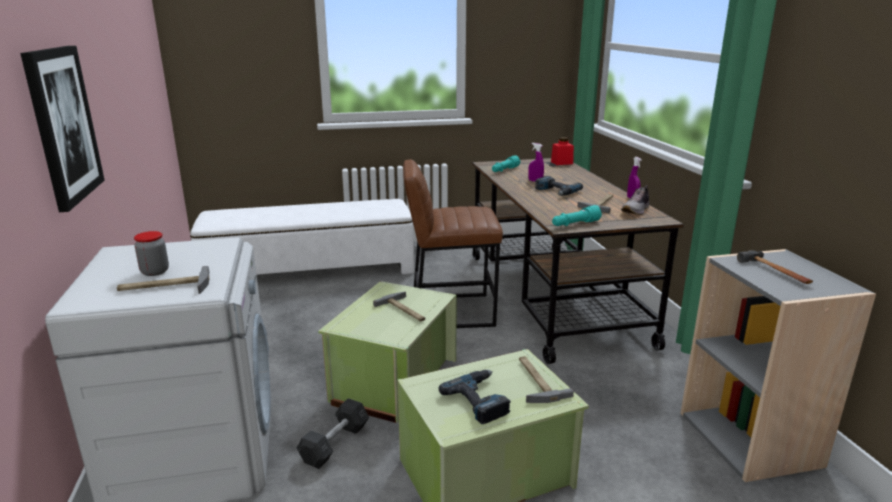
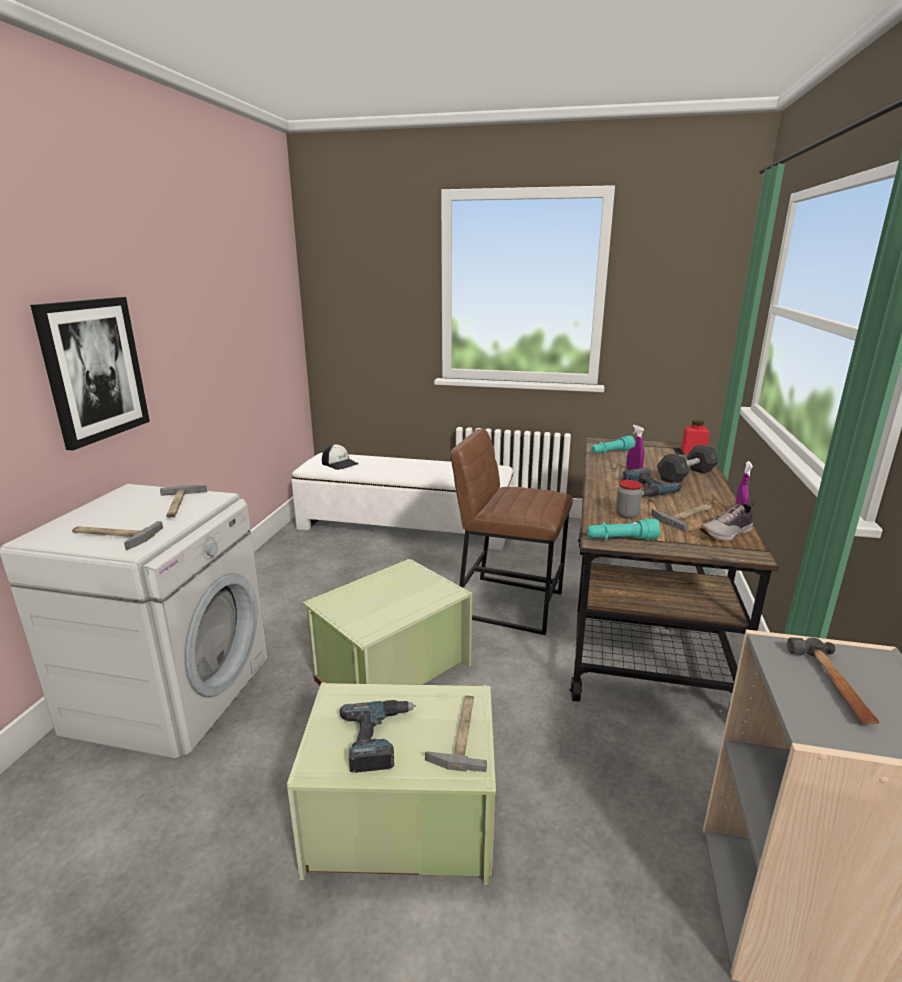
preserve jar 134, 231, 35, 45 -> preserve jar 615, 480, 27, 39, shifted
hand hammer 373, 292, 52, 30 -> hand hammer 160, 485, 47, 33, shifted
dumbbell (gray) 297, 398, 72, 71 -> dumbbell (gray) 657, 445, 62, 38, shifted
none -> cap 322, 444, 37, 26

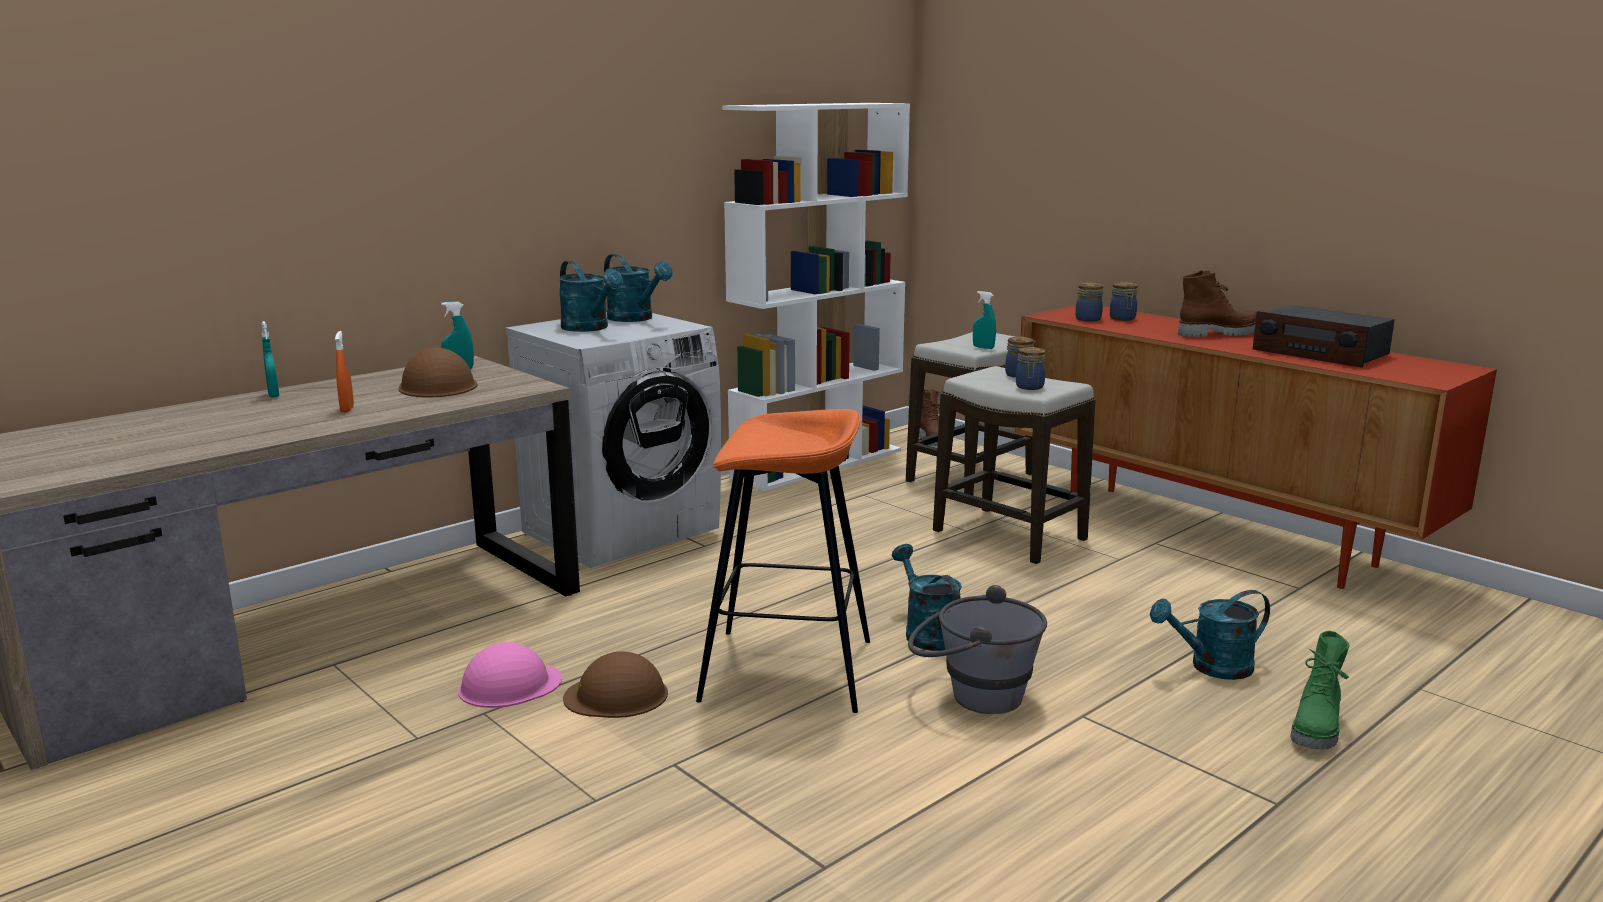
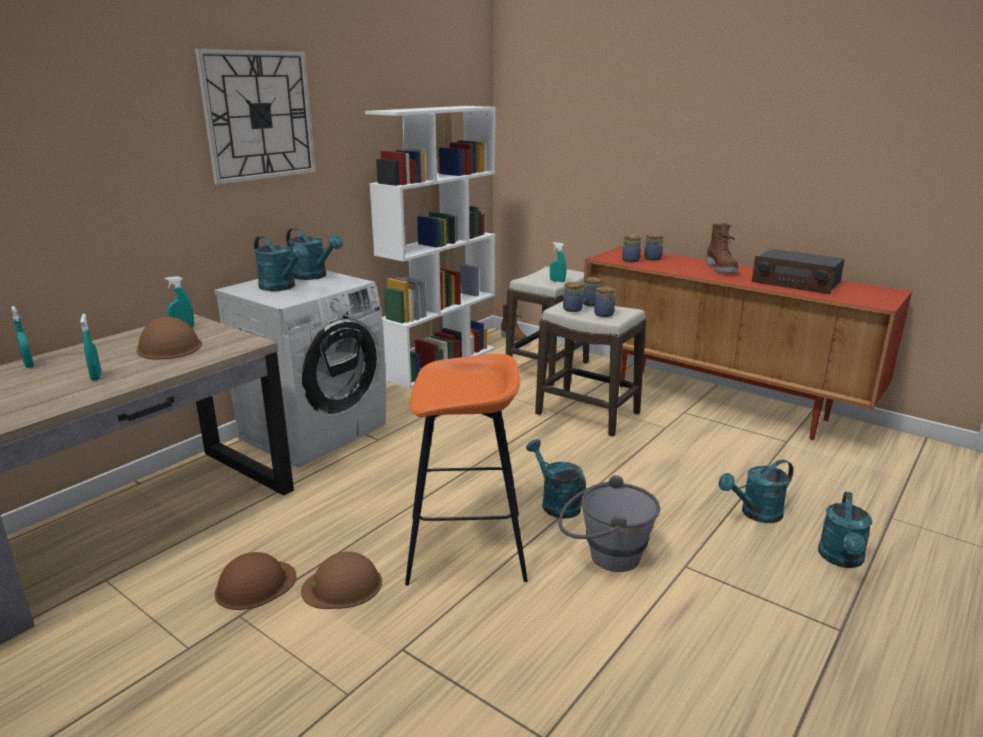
boot (brown) 1178, 270, 79, 67 -> boot (brown) 706, 223, 33, 50, 105 degrees clockwise
sprayer (orange) 335, 331, 19, 82 -> sprayer (turquoise-coloured) 80, 314, 21, 67
boot (greenish) 1290, 631, 60, 119 -> sprinkling can (turquoise-coloured) 818, 491, 54, 77
work helmet (pinkish) 458, 642, 104, 66 -> work helmet (brown) 214, 552, 82, 58
none -> wall clock 195, 48, 121, 137
none -> preserve jar 563, 282, 21, 30

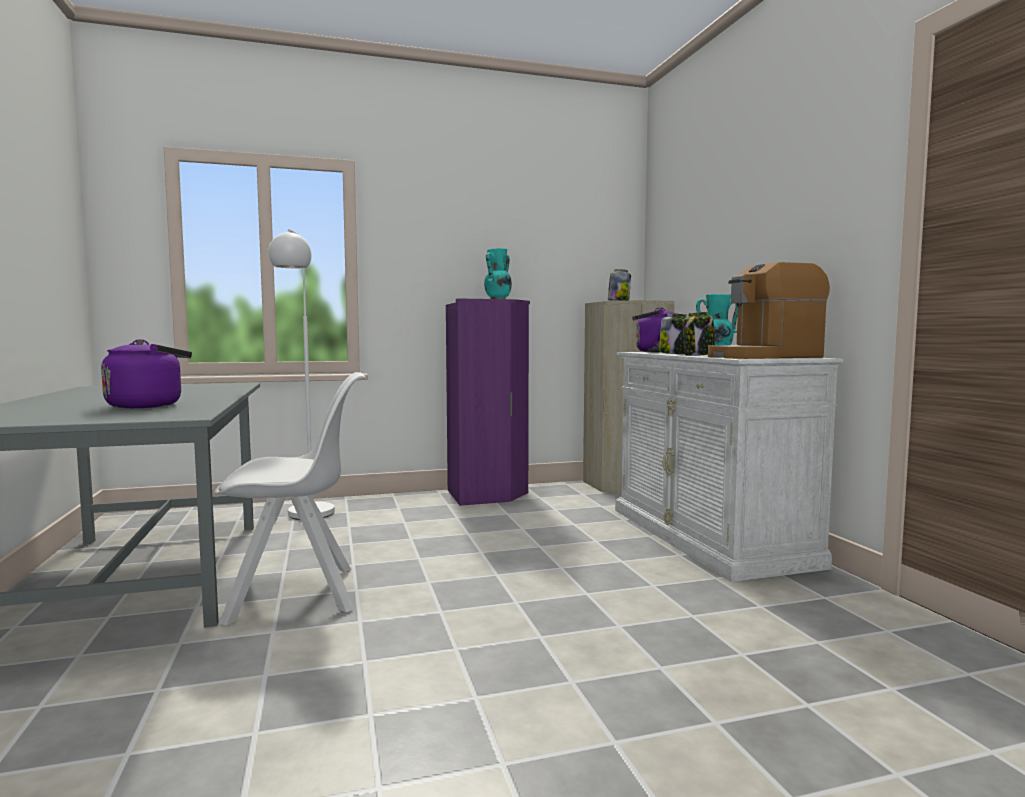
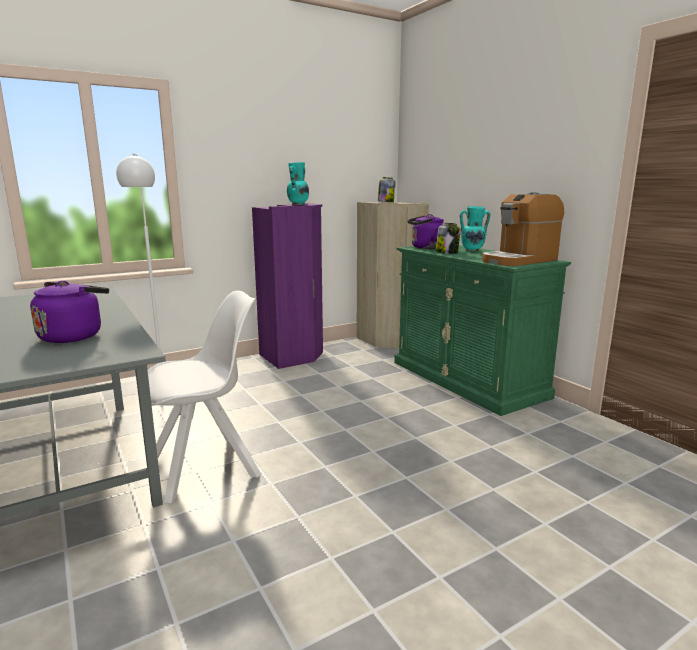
preserve jar 683, 312, 32, 44 -> none
drawer chest (white-coloured) 615, 352, 228, 230 -> drawer chest (greenish) 394, 245, 177, 171

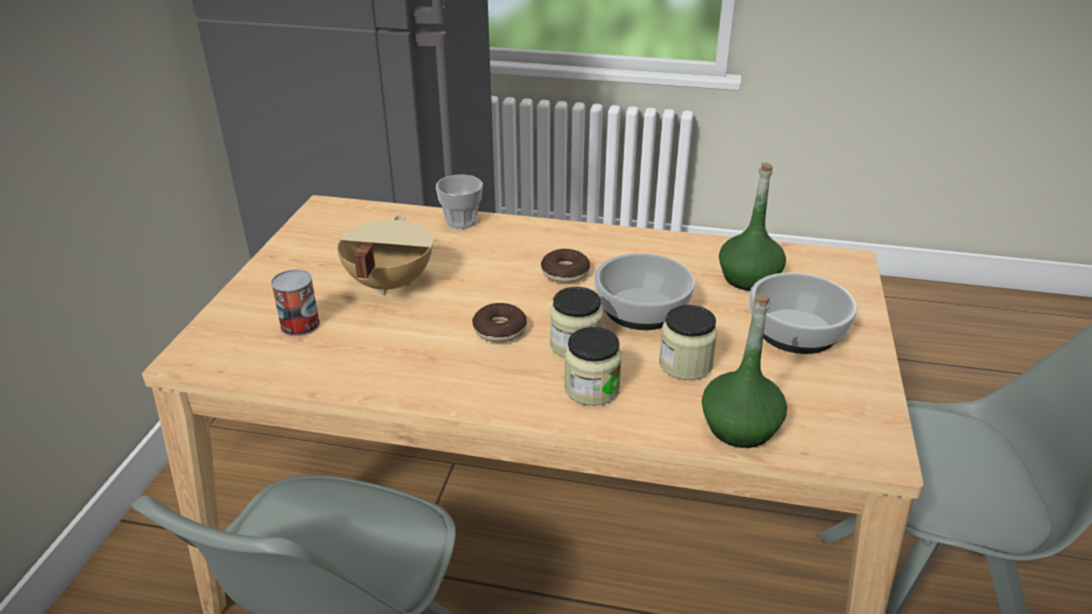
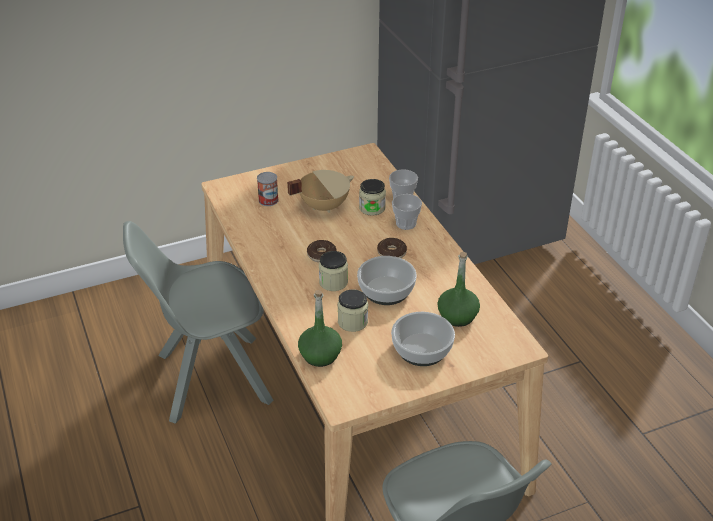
preserve jar 564, 327, 58, 79 -> preserve jar 359, 179, 27, 37, shifted
none -> small cup 392, 194, 30, 36

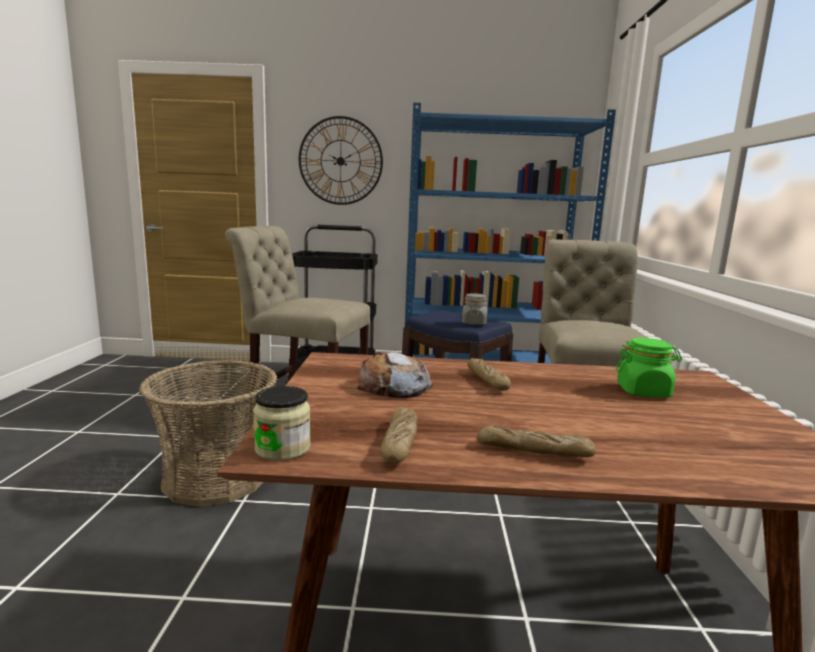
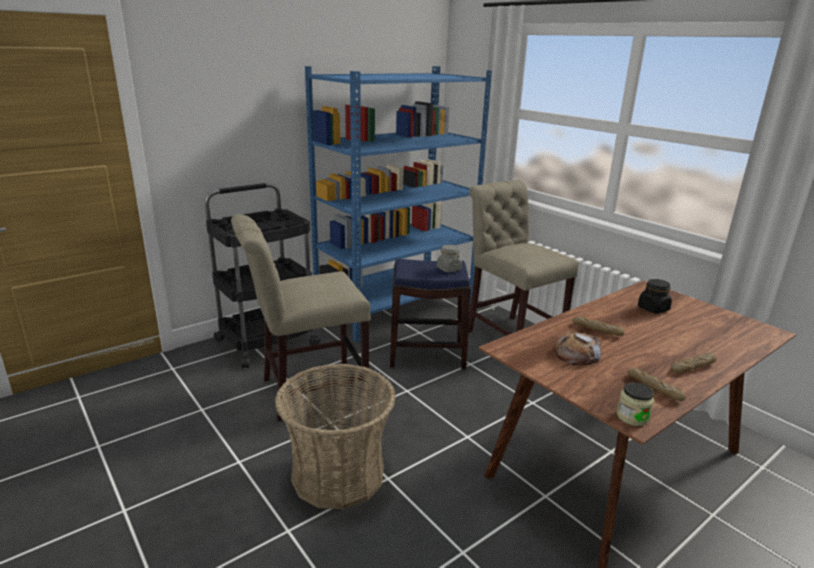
wall clock 299, 116, 84, 89 -> none
preserve jar (greenish) 616, 338, 66, 60 -> preserve jar (black-coloured) 638, 279, 34, 35

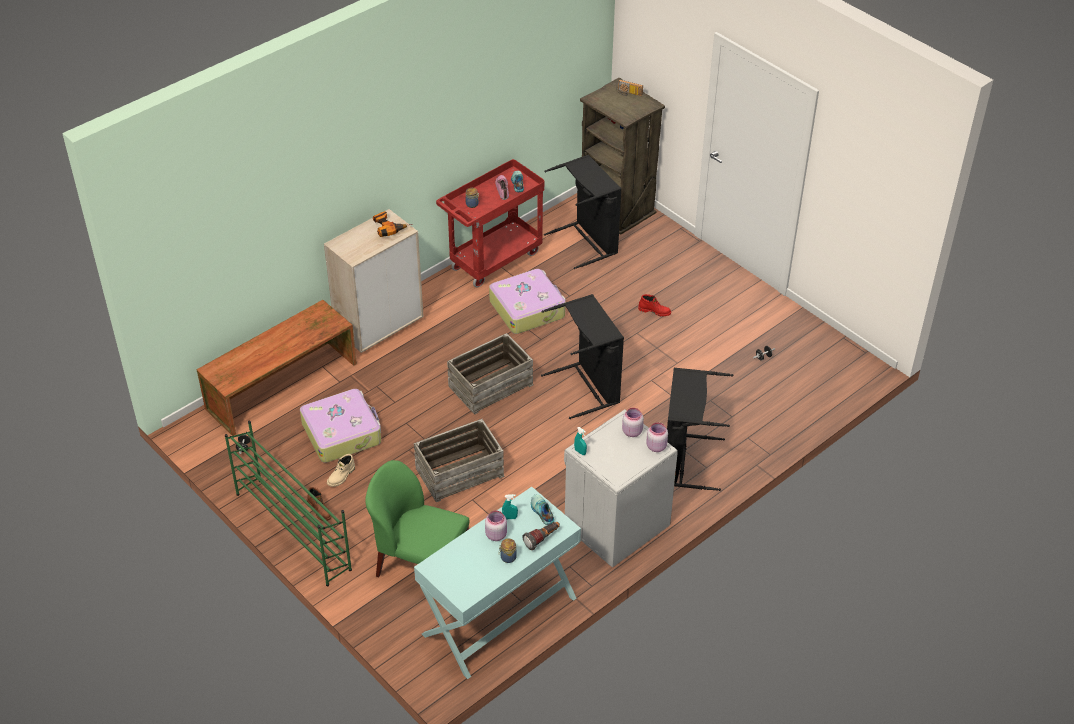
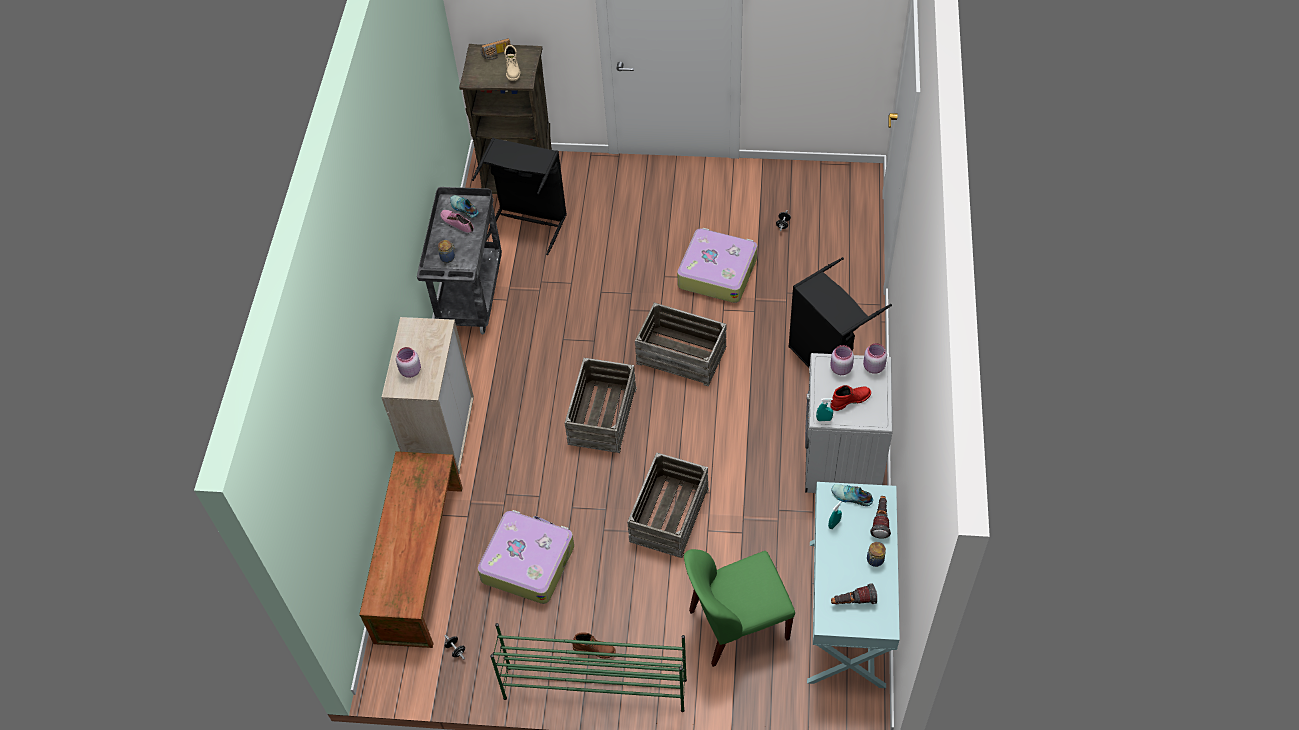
cart (red) 436, 159, 108, 128 -> cart (gray) 417, 187, 85, 147
drill 373, 211, 40, 26 -> none
suitcase 489, 269, 77, 65 -> suitcase 677, 228, 80, 75, shifted
washing basket (black-coloured) 541, 294, 83, 125 -> shipping crate 635, 303, 91, 83
boot (red) 638, 294, 33, 23 -> boot (red) 830, 385, 41, 26, shifted
boot (beige-coloured) 327, 454, 28, 33 -> boot (beige-coloured) 504, 45, 16, 36, shifted
preserve jar (pinkish) 485, 511, 22, 30 -> preserve jar (pinkish) 396, 347, 25, 31, shifted
none -> torch 831, 583, 46, 21

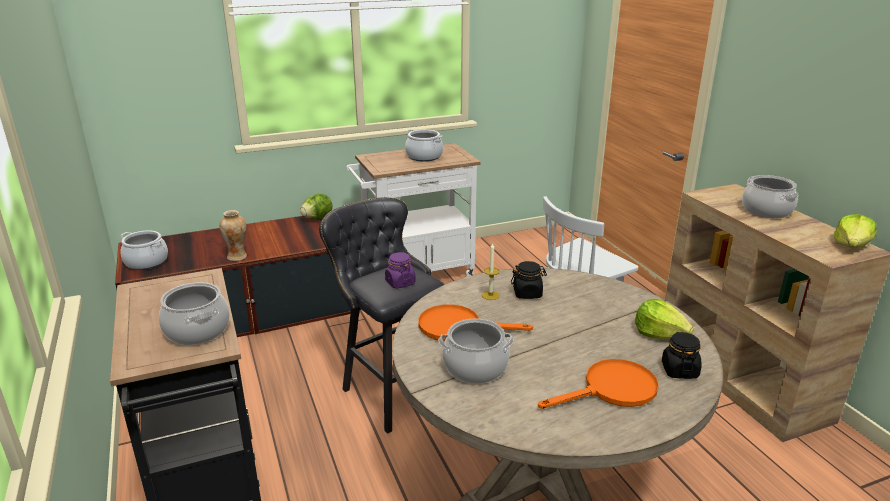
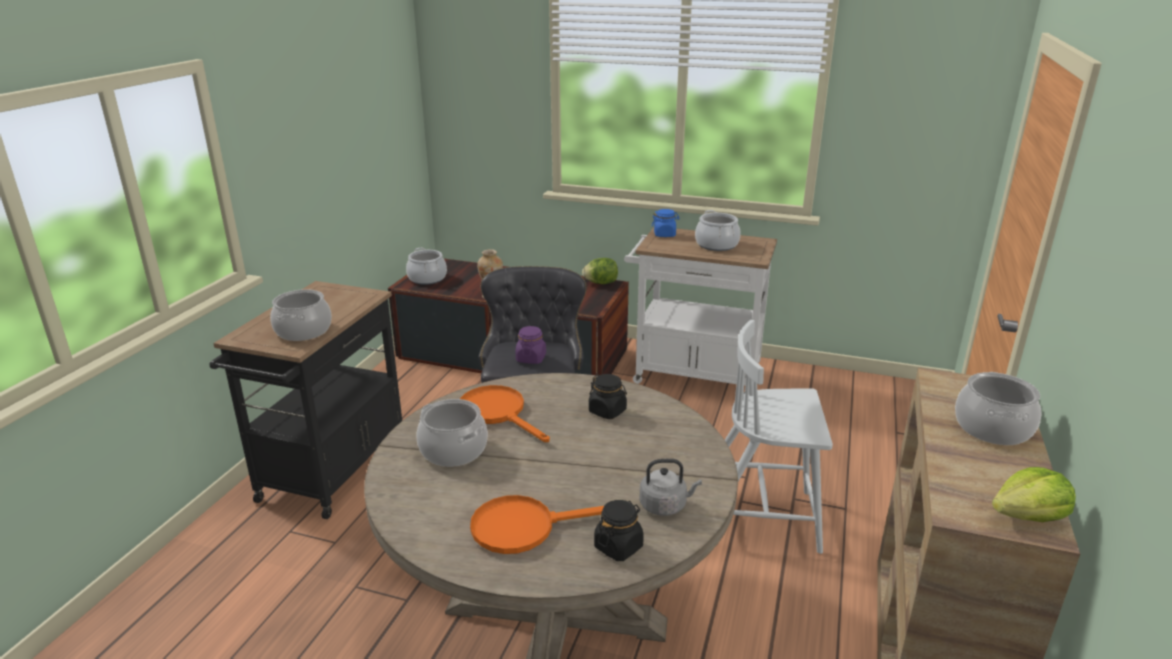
candle 482, 243, 18, 57 -> none
head of lettuce 635, 299, 59, 40 -> tea kettle (gray) 639, 459, 63, 57
pan (orange) 538, 359, 121, 50 -> pan (orange) 470, 495, 134, 59, 150 degrees clockwise
none -> preserve jar (blue-coloured) 652, 209, 28, 28

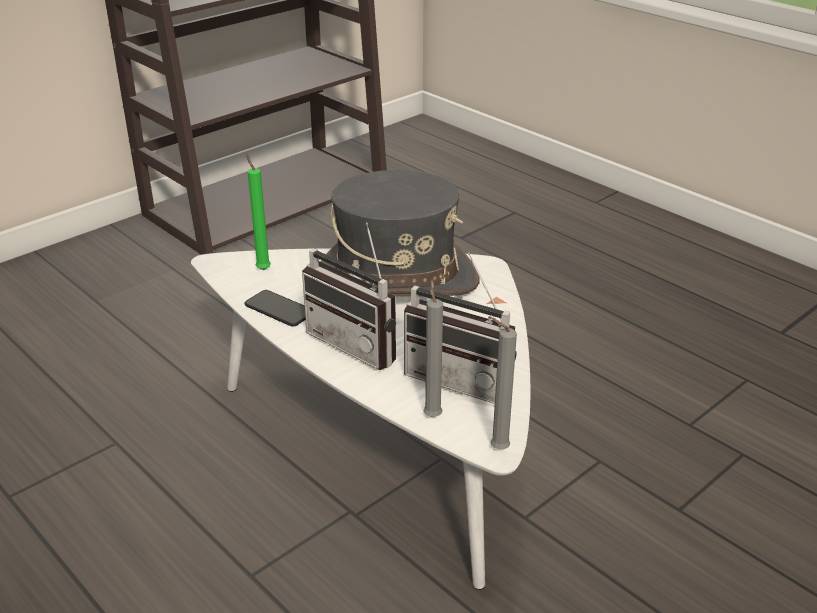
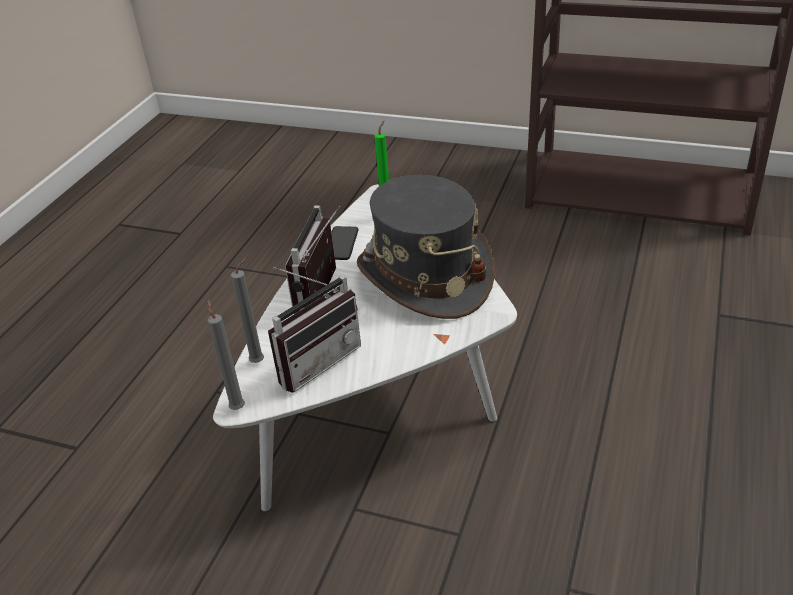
radio receiver 404, 253, 113, 151 -> radio receiver 268, 267, 93, 126, 135 degrees counterclockwise

